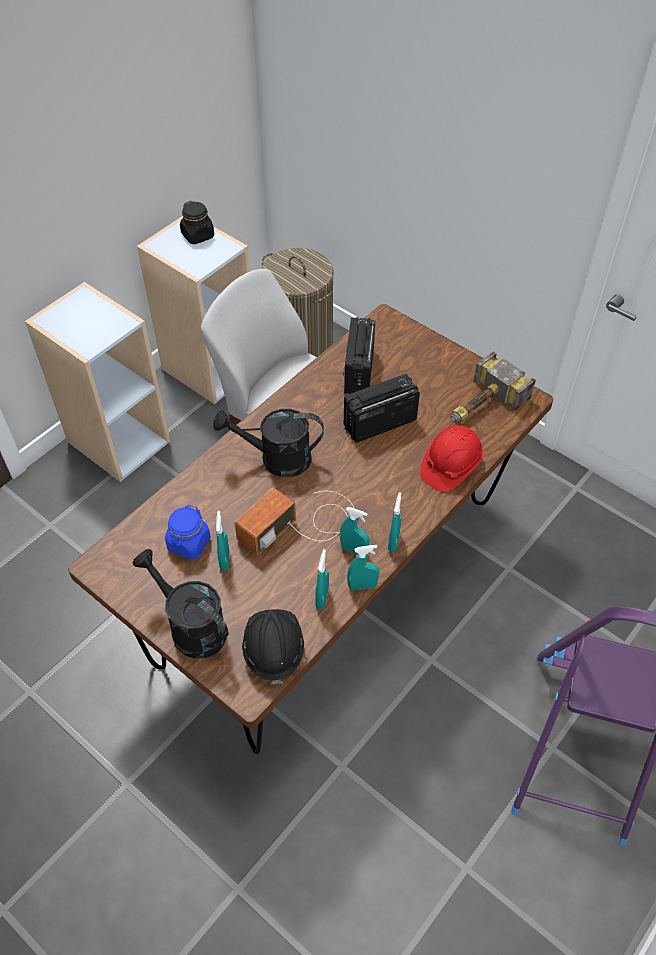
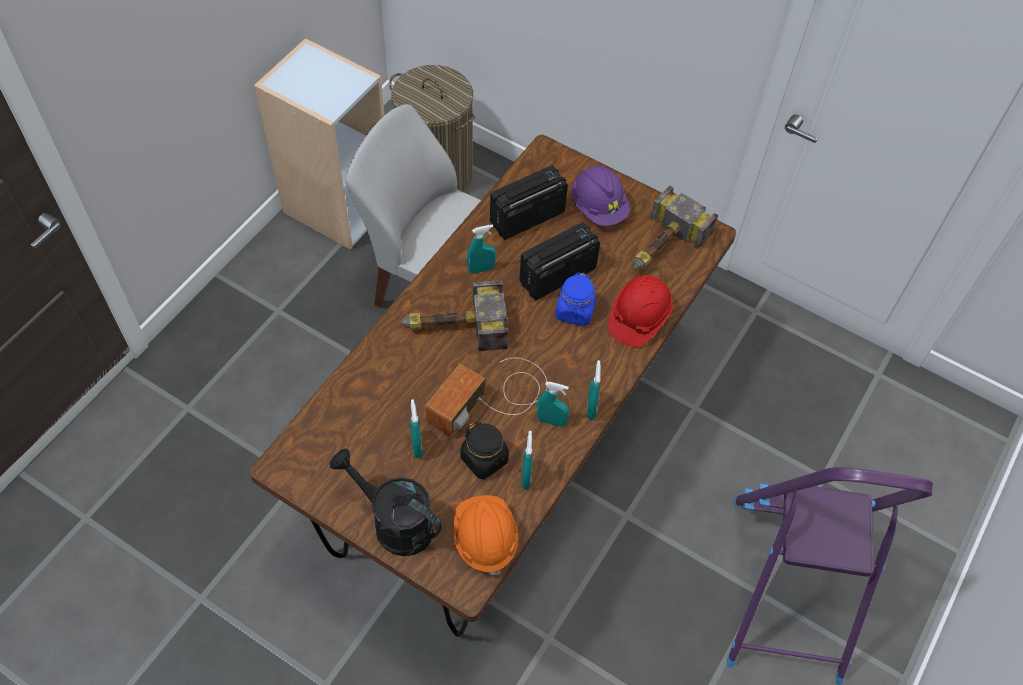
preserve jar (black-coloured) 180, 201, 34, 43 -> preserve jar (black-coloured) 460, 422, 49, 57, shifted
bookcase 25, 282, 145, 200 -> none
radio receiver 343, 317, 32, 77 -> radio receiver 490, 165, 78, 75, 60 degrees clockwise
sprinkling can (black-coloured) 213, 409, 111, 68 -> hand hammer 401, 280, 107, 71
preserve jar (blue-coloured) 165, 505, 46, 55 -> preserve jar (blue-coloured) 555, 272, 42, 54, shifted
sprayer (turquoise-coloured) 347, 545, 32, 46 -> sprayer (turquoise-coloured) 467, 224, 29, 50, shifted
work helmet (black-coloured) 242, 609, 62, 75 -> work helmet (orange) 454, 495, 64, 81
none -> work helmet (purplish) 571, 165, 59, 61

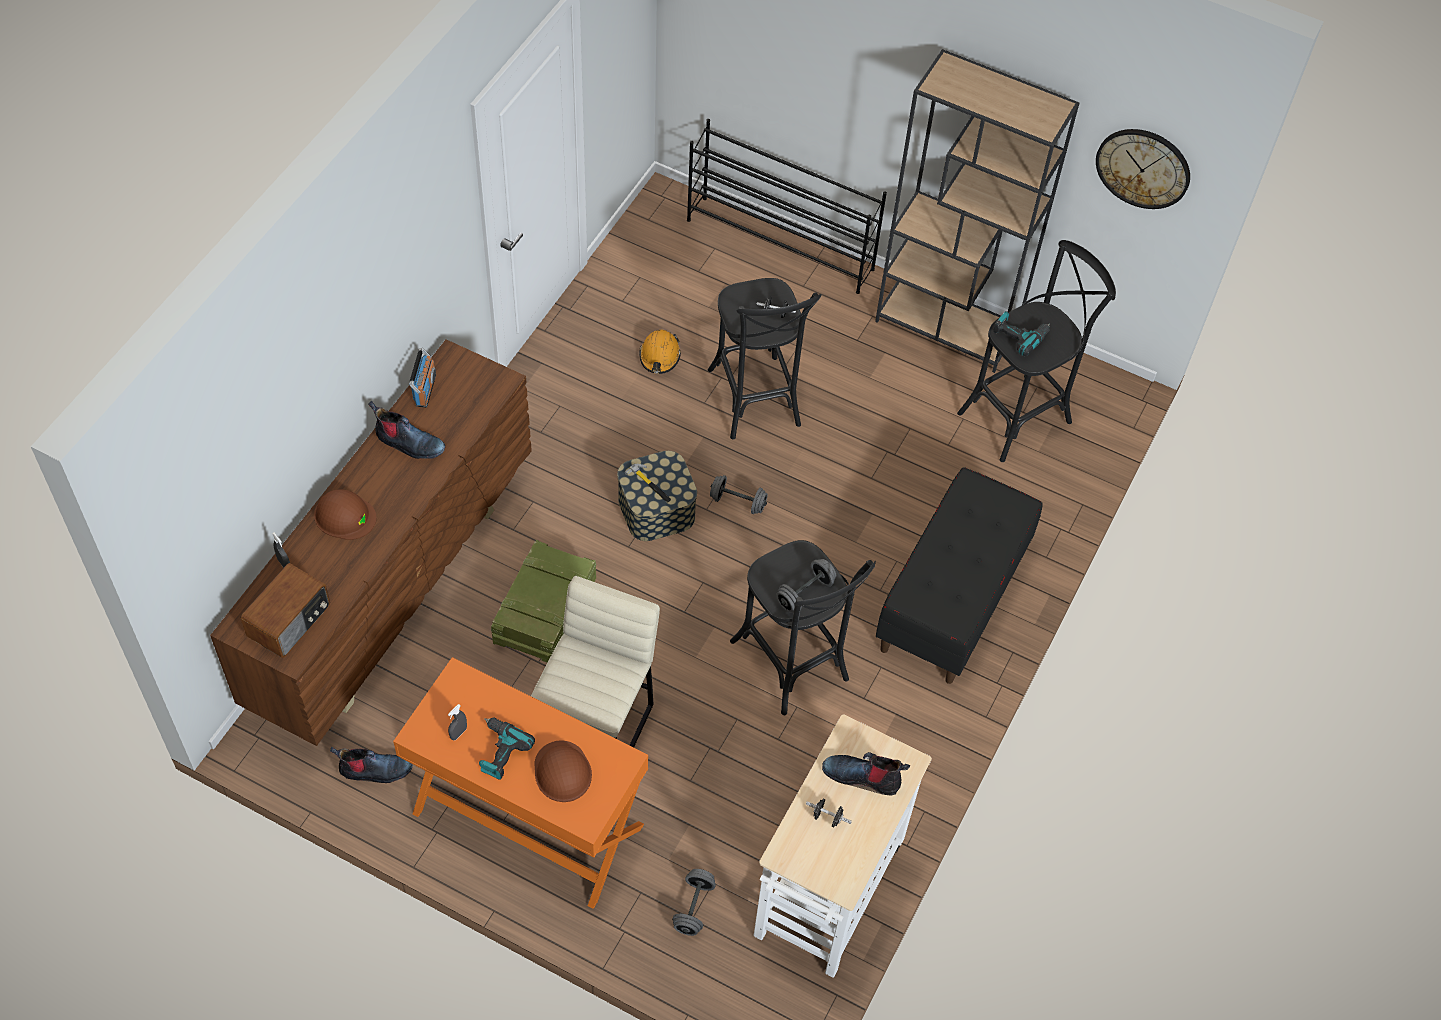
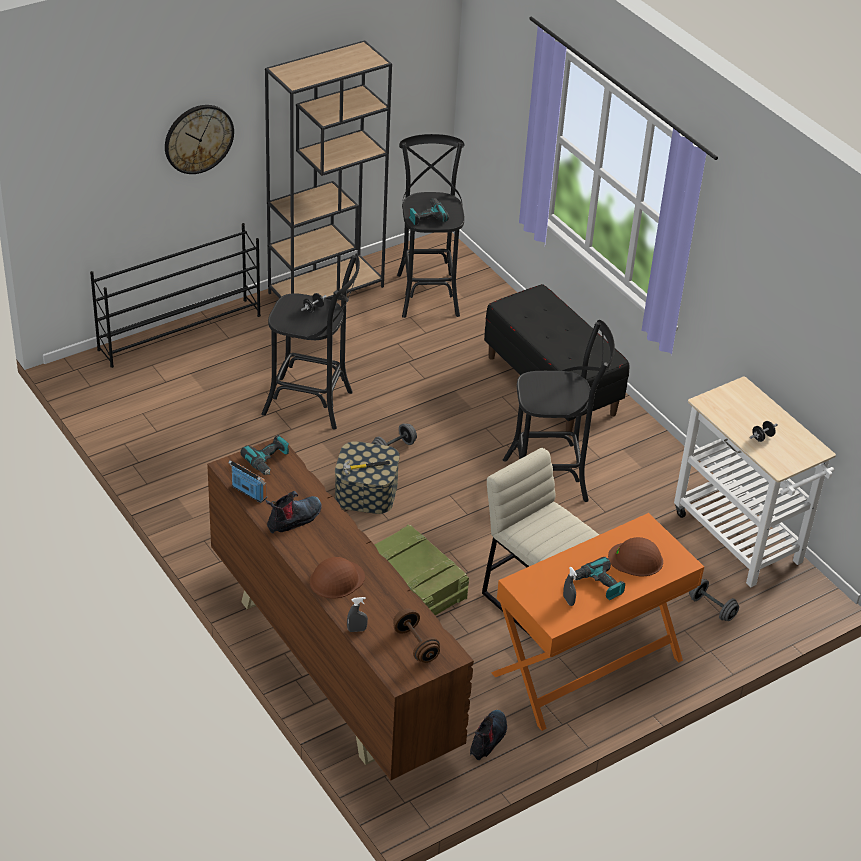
wall clock 1096, 129, 94, 80 -> wall clock 165, 105, 69, 69, shifted
work helmet (orange) 639, 330, 42, 44 -> none
dumbbell (gray) 776, 559, 60, 54 -> none
radio receiver 241, 563, 89, 95 -> dumbbell (brown) 393, 608, 47, 55
boot 822, 752, 88, 43 -> none
none -> drill 240, 435, 49, 40

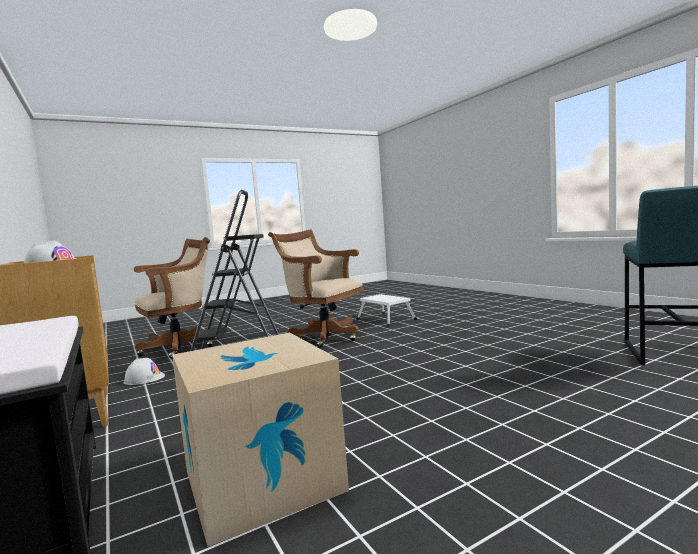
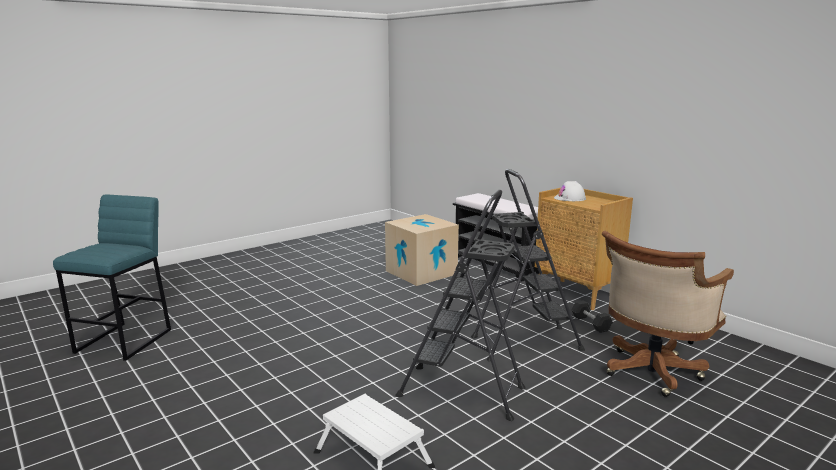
office chair 268, 229, 96, 118 -> step ladder 395, 190, 130, 231
work helmet (white-coloured) 124, 358, 41, 27 -> dumbbell (black-coloured) 571, 300, 42, 33

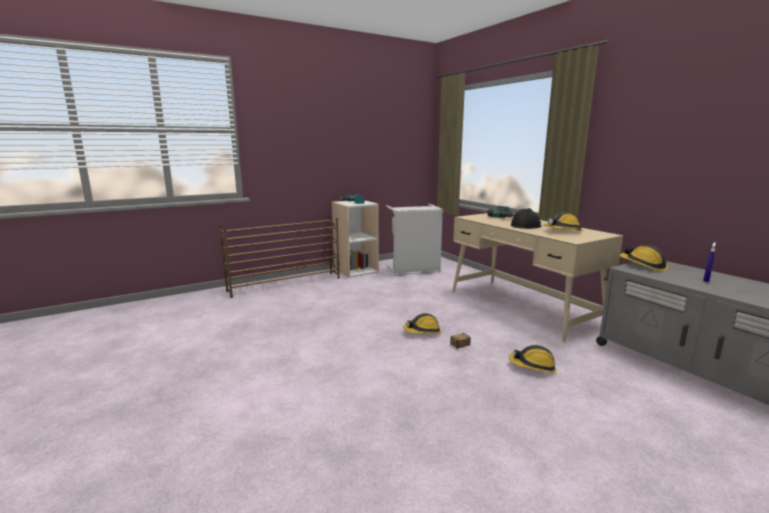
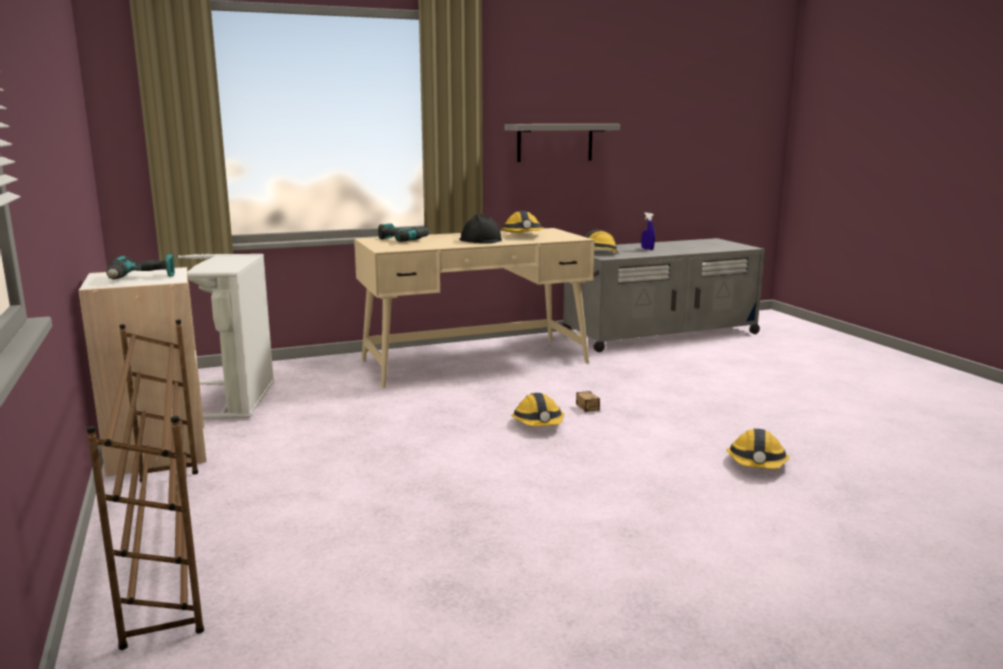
work helmet 509, 345, 48, 28 -> work helmet 727, 429, 62, 40, shifted
none -> wall shelf (gray) 505, 124, 115, 38

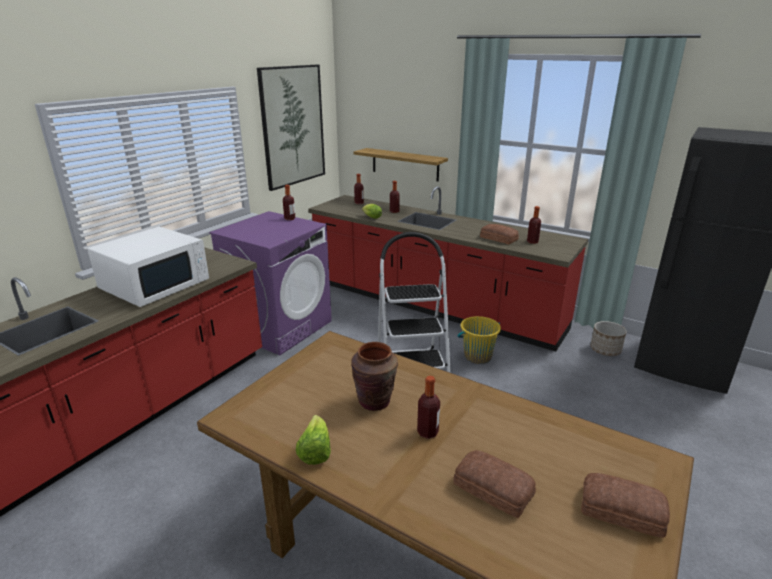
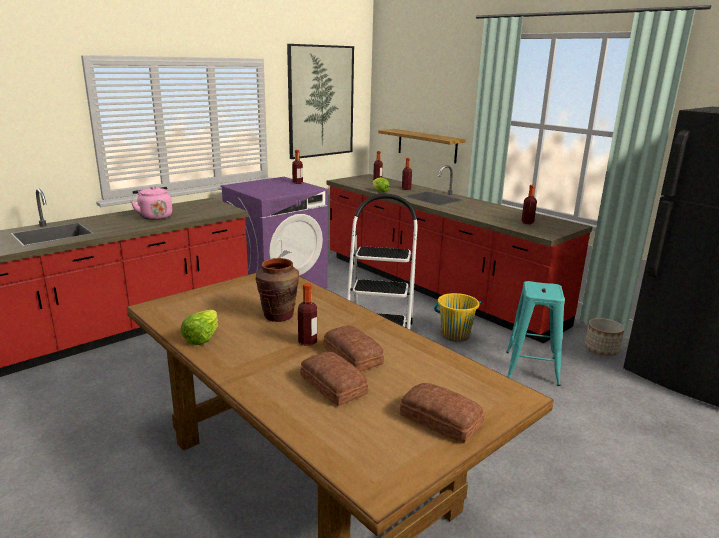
bakery bread 480, 224, 39, 20 -> bakery bread 323, 326, 61, 45, shifted
kitchen microwave (white-coloured) 87, 227, 122, 80 -> tea kettle (pinkish) 131, 186, 41, 34
none -> sitting stool (turquoise-coloured) 506, 281, 59, 105

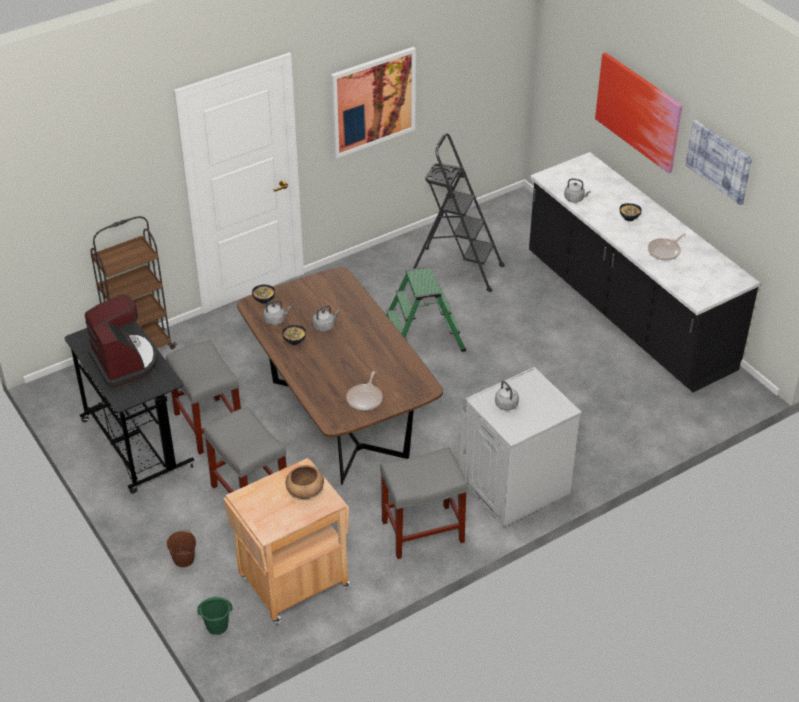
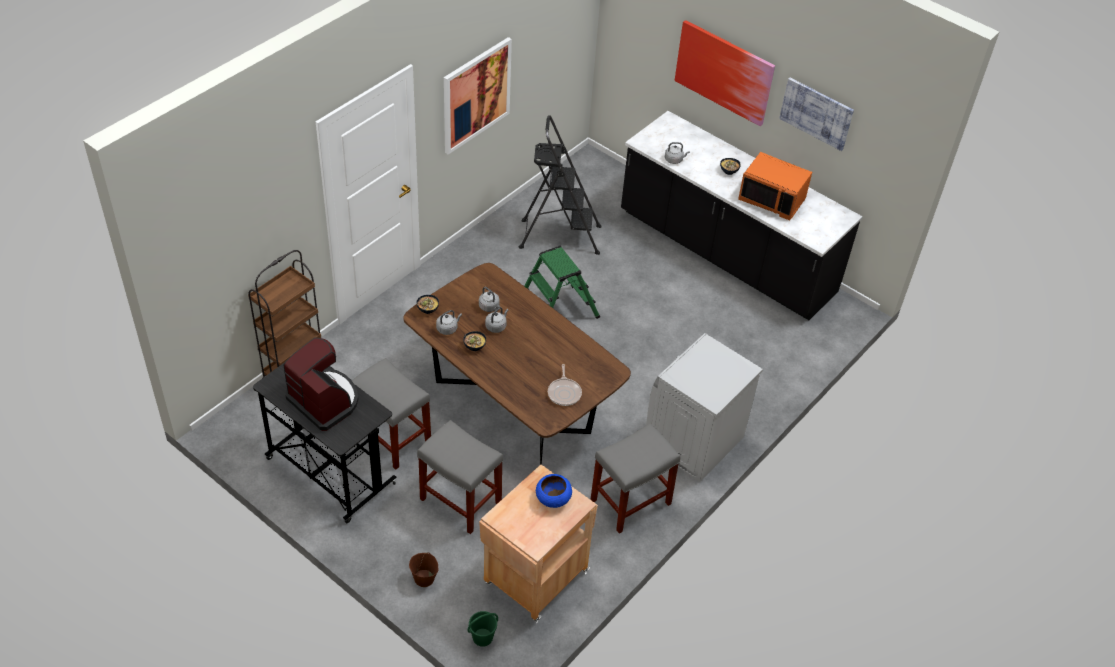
pan 648, 233, 38, 27 -> kitchen microwave (orange) 738, 152, 74, 68
tea kettle (gray) 495, 381, 24, 29 -> tea kettle (gray) 479, 287, 21, 25, shifted
bowl (brown) 286, 465, 38, 34 -> bowl (blue-coloured) 536, 474, 36, 34

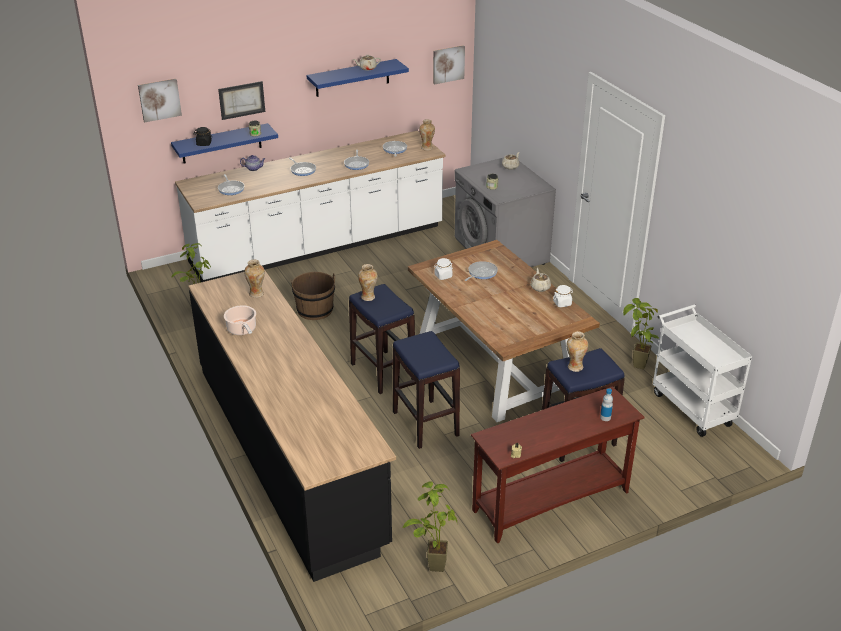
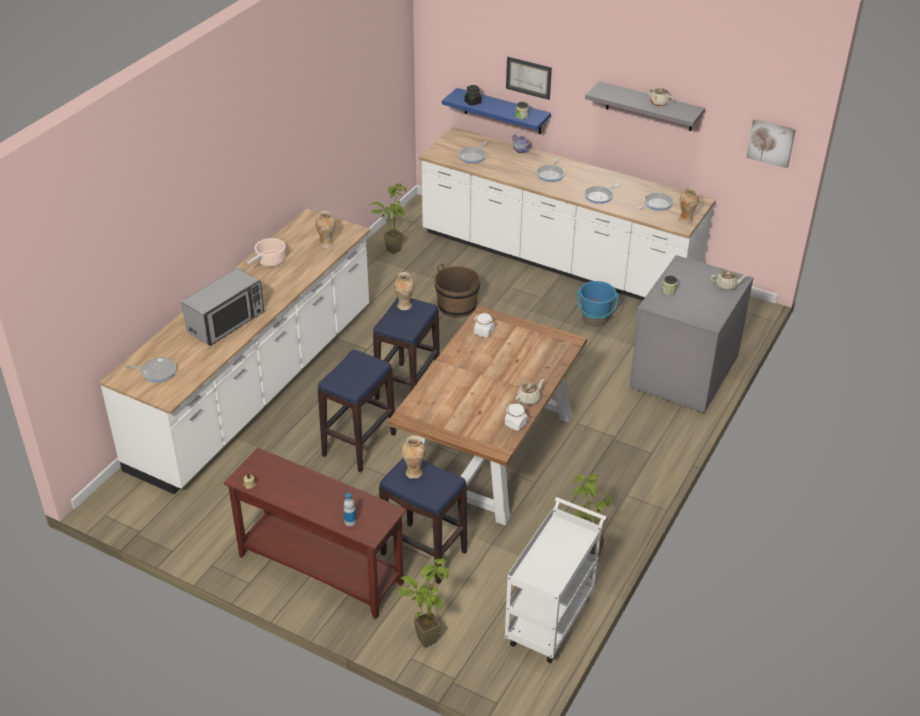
wall shelf (blue-coloured) 307, 59, 102, 38 -> wall shelf (gray) 585, 81, 120, 50
picture 138, 79, 44, 43 -> none
pan 465, 261, 33, 20 -> pan 124, 358, 52, 24, shifted
kitchen counter (black-coloured) 188, 269, 208, 313 -> kitchen counter (white-coloured) 99, 208, 271, 286
plant in a pot 403, 482, 54, 90 -> plant in a pot 398, 559, 51, 88, shifted
none -> kitchen microwave 181, 268, 83, 78
none -> water bucket (blue-coloured) 577, 281, 42, 46

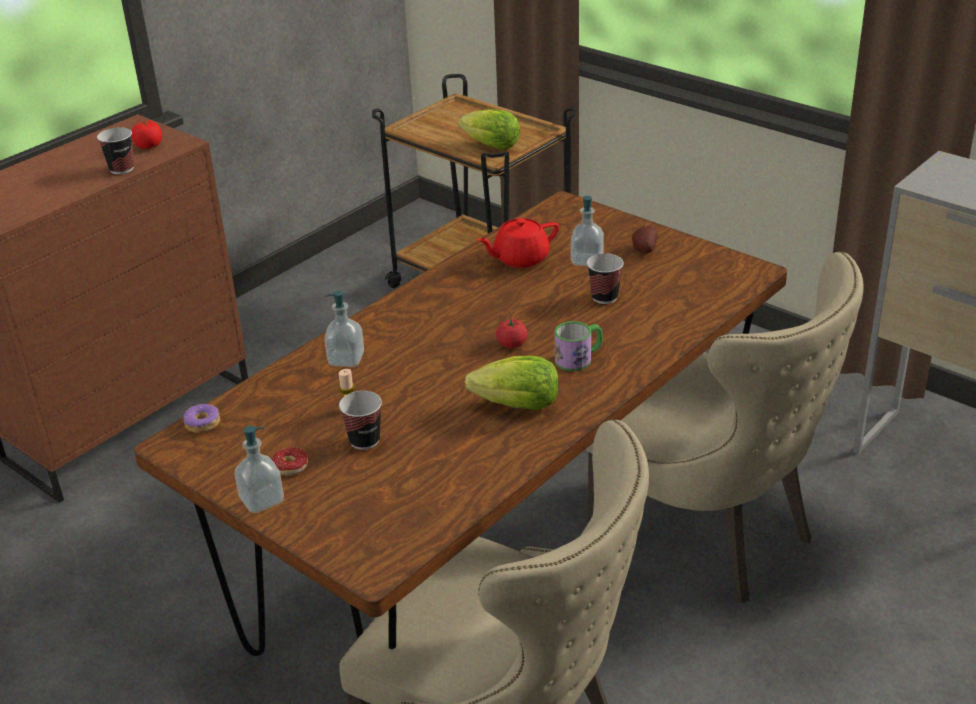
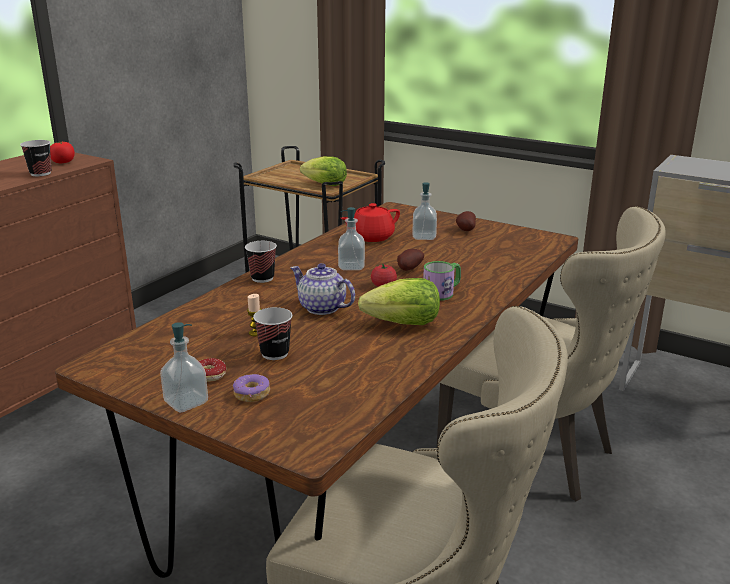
small cup 587, 253, 37, 51 -> small cup 245, 241, 32, 42, shifted
soap bottle 324, 290, 40, 77 -> soap bottle 338, 207, 27, 63, shifted
donut 183, 404, 37, 29 -> donut 233, 374, 37, 28, shifted
none -> whole potato 397, 249, 27, 22
none -> pot for tea 290, 263, 65, 52

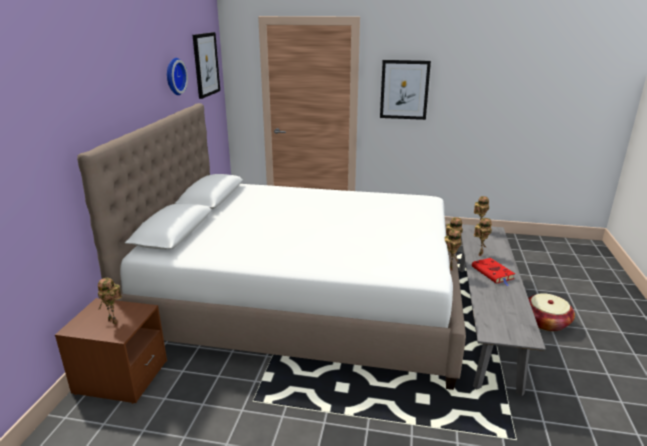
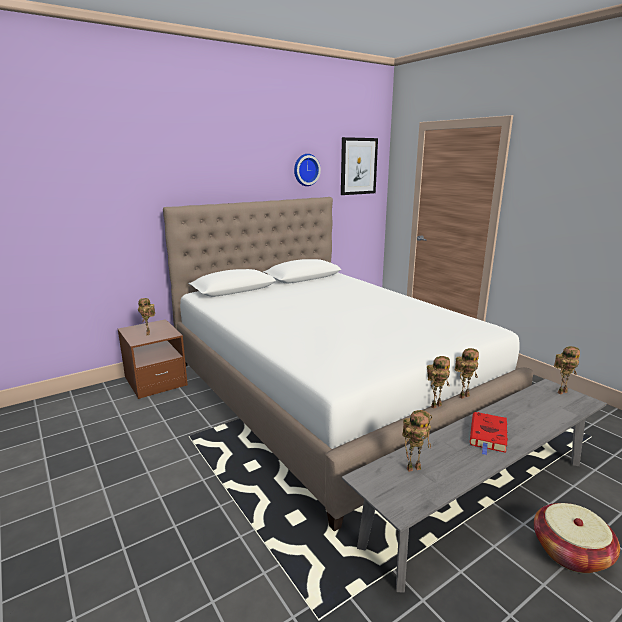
picture 380, 60, 51, 60 -> none
model robot 474, 218, 18, 38 -> model robot 402, 410, 30, 62, shifted

